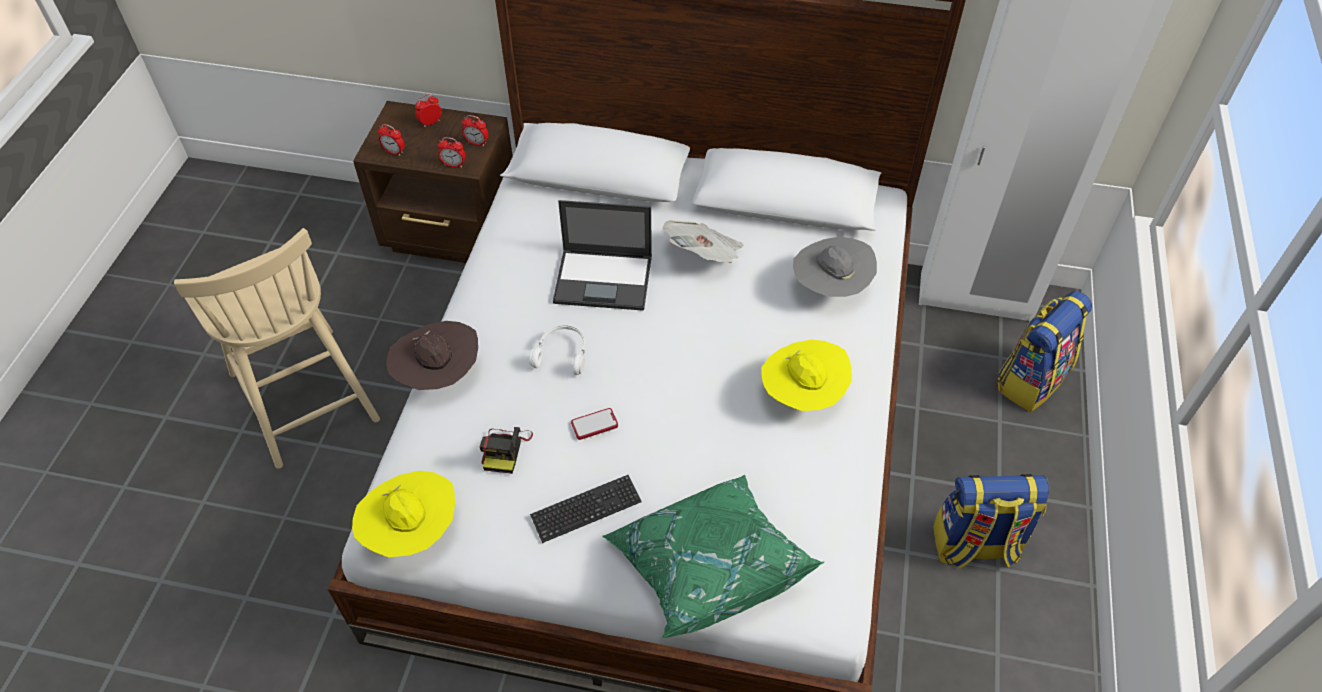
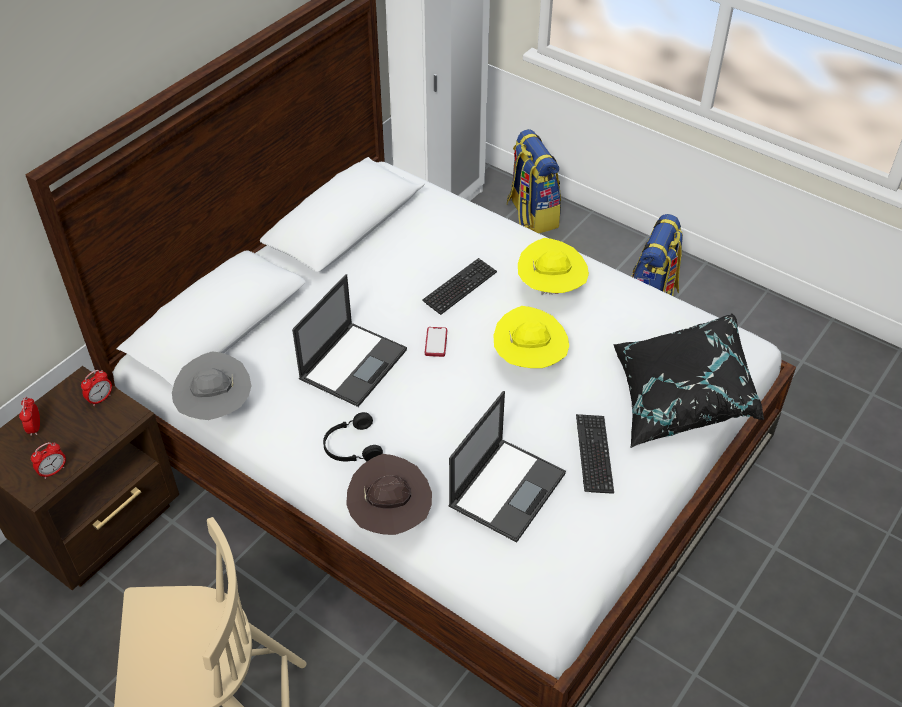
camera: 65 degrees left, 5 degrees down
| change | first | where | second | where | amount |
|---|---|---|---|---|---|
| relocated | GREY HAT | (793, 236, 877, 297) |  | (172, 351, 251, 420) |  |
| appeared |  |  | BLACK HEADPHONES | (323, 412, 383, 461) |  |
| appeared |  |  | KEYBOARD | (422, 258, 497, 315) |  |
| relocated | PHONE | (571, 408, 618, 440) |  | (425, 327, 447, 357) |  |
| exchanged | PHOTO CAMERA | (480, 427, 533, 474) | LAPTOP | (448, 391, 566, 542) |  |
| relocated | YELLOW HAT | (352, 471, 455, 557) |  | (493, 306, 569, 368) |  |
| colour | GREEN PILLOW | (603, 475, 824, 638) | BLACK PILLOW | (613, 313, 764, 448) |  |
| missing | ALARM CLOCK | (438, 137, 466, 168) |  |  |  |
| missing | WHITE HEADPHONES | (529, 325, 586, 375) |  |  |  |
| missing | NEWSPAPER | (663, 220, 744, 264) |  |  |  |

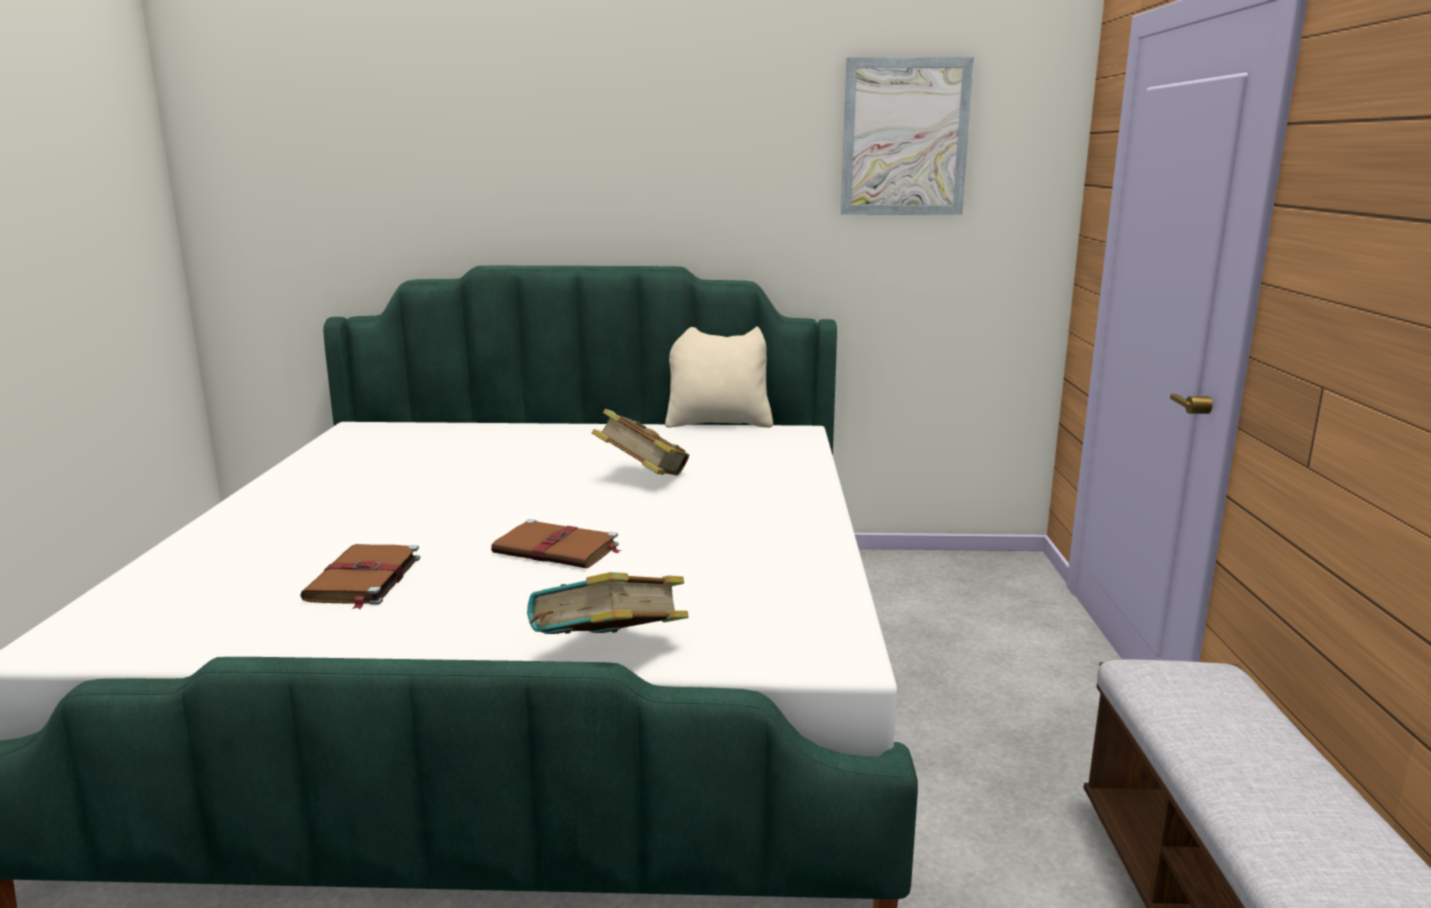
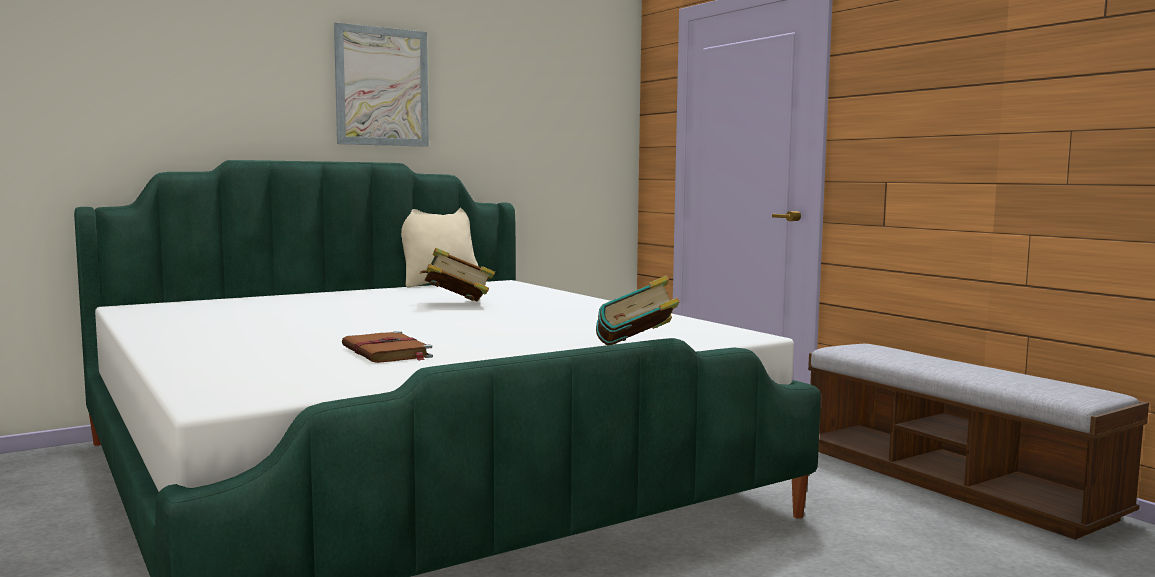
camera: 35 degrees left, 10 degrees down
| change | first | where | second | where | amount |
|---|---|---|---|---|---|
| relocated | PICTURE | (841, 57, 974, 215) |  | (334, 23, 429, 147) |  |
| missing | BROWN BOOK | (491, 519, 622, 568) |  |  |  |

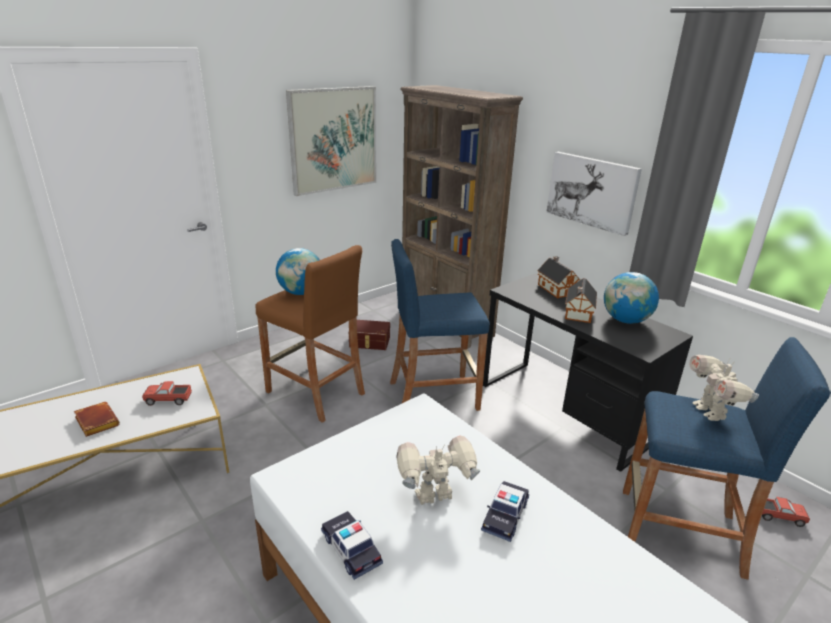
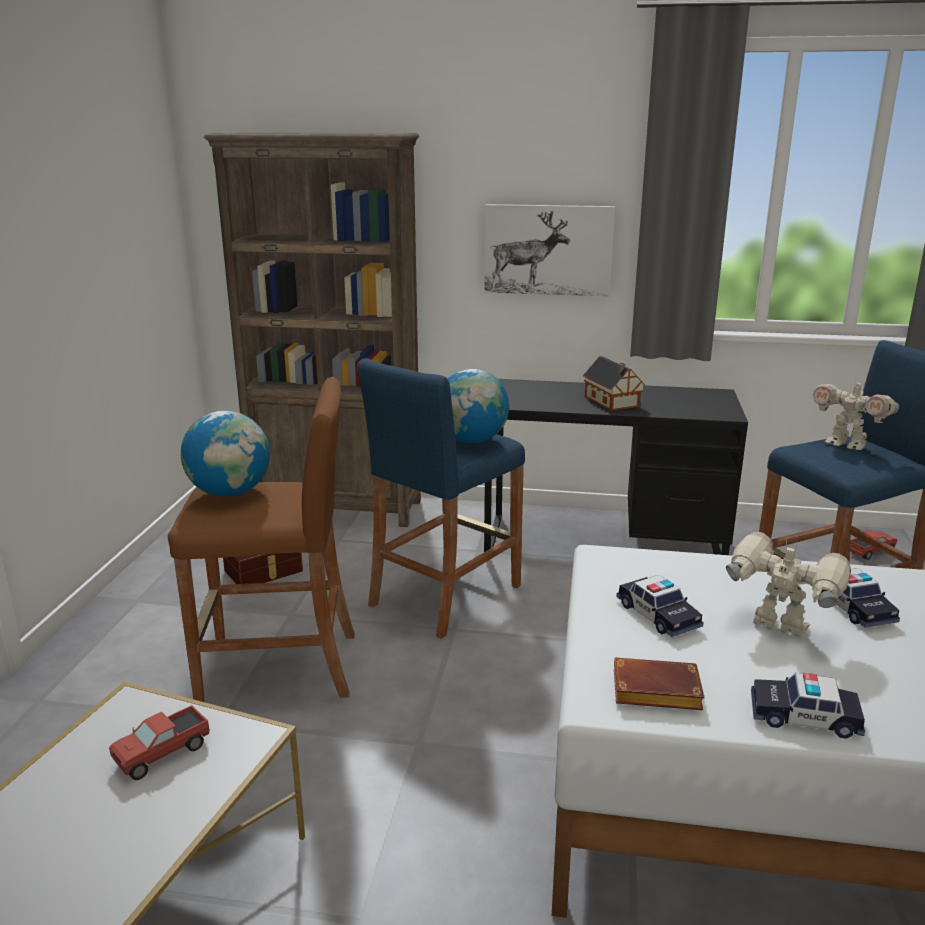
camera: 40 degrees left, 5 degrees down
| change | first | where | second | where | amount |
|---|---|---|---|---|---|
| relocated | GLOBE | (604, 272, 659, 324) |  | (448, 369, 509, 443) |  |
| relocated | BROWN BOOK | (74, 402, 120, 437) |  | (614, 658, 705, 710) |  |
| appeared |  |  | TOY CAR | (616, 575, 704, 637) |  |
| spun | TOY ROBOT | (396, 436, 480, 505) |  | (726, 532, 851, 637) | 90 degrees clockwise |
| missing | PICTURE | (286, 86, 376, 196) |  |  |  |
| missing | TOY HOUSE | (537, 256, 580, 298) |  |  |  |

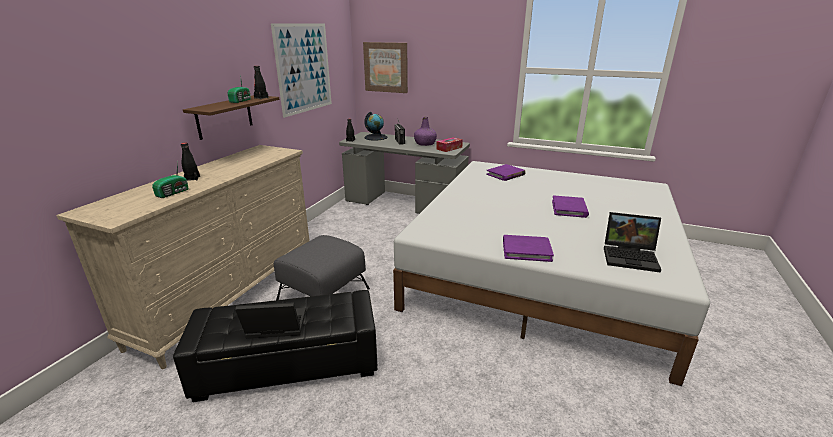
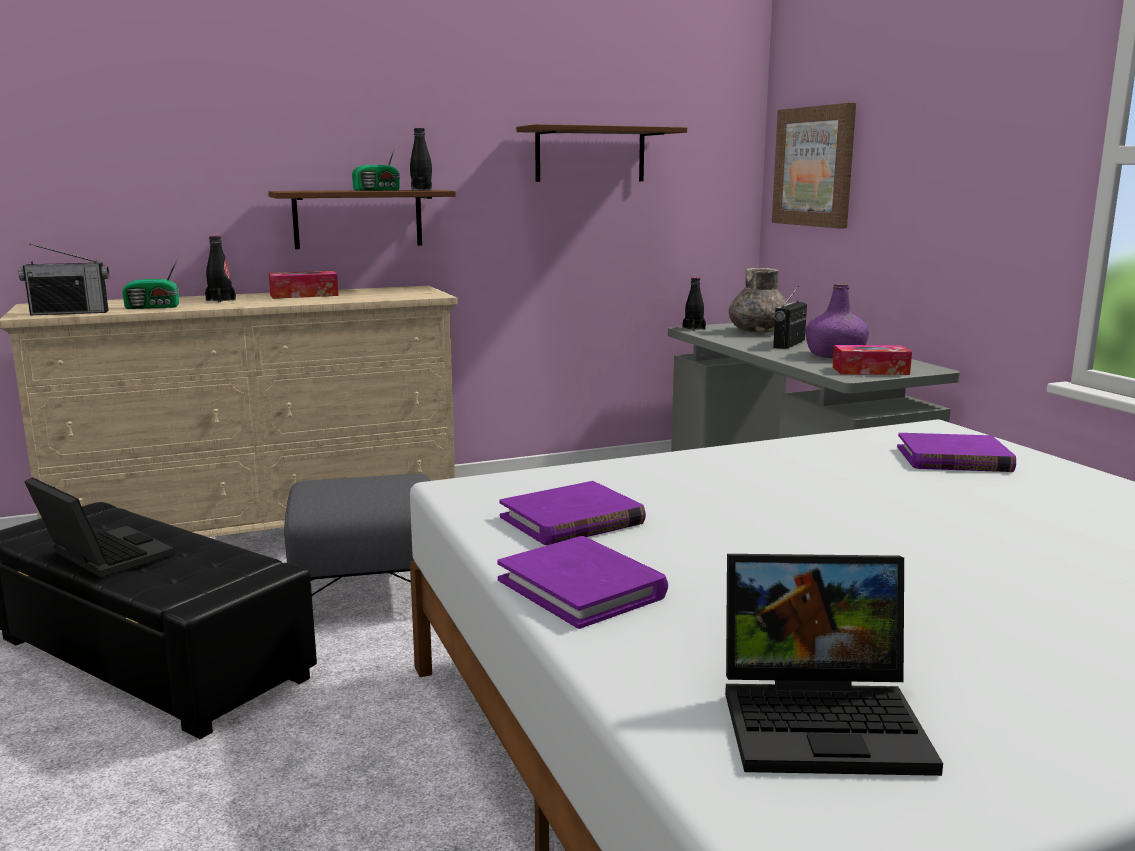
camera: 45 degrees right, 10 degrees down
| change | first | where | second | where | amount |
|---|---|---|---|---|---|
| appeared |  |  | RADIO | (18, 243, 109, 315) |  |
| appeared |  |  | TISSUE BOX | (268, 271, 339, 299) |  |
| relocated | PURPLE BOOK | (552, 195, 589, 218) |  | (500, 481, 646, 545) |  |
| exchanged | PICTURE | (271, 23, 332, 118) | BROWN SHELF | (517, 124, 687, 182) |  |
| spun | LAPTOP | (604, 212, 661, 273) |  | (725, 554, 943, 776) | 60 degrees counterclockwise |
| exchanged | GLOBE | (364, 112, 387, 141) | GREY VASE | (729, 268, 788, 333) |  |

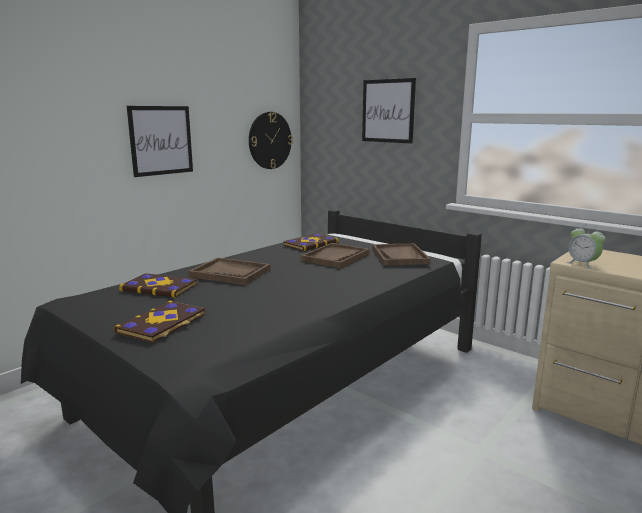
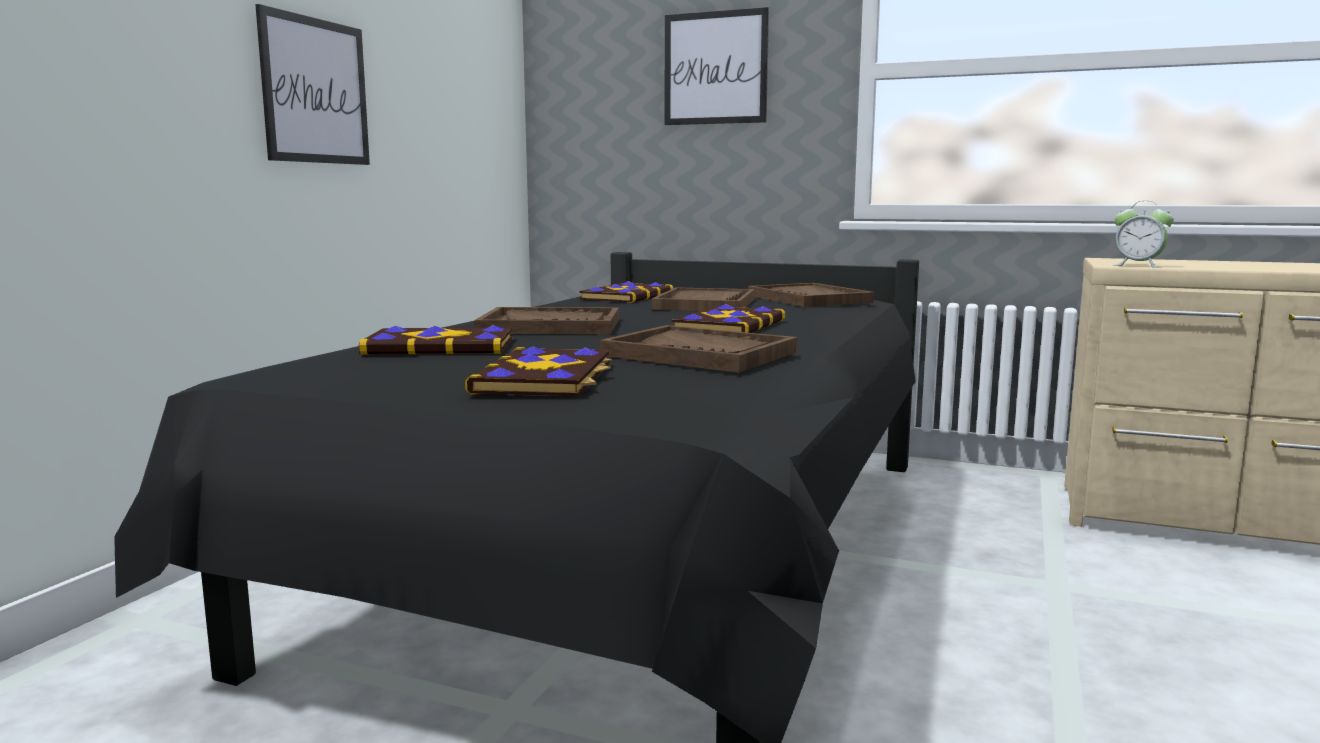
camera: 20 degrees left, 5 degrees down
| change | first | where | second | where | amount |
|---|---|---|---|---|---|
| appeared |  |  | BROWN TRAY | (600, 325, 797, 372) |  |
| appeared |  |  | BOOK | (672, 304, 785, 333) |  |
| missing | WALL CLOCK | (249, 112, 293, 169) |  |  |  |

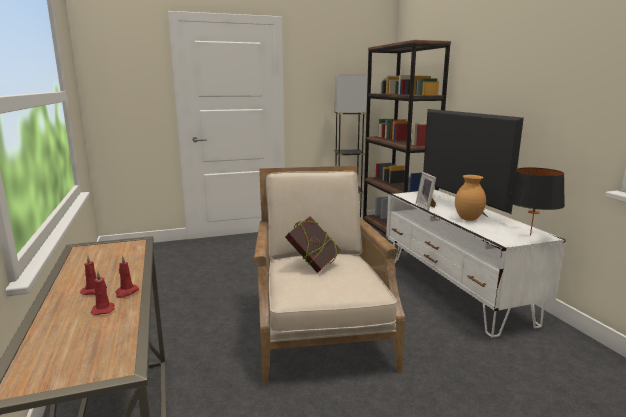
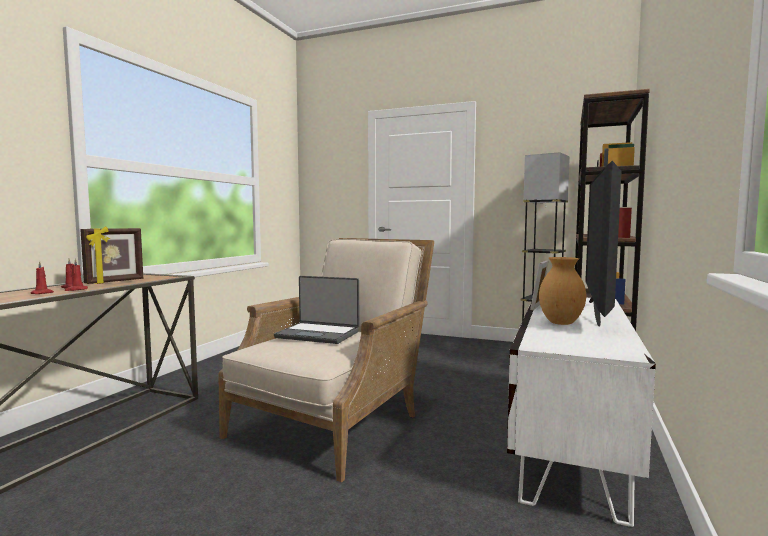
camera: 40 degrees right, 10 degrees down
| change | first | where | second | where | amount |
|---|---|---|---|---|---|
| appeared |  |  | PICTURE FRAME | (80, 226, 143, 284) |  |
| exchanged | BOOK | (285, 216, 342, 273) | LAPTOP | (274, 276, 359, 344) |  |
| missing | BLACK TABLE LAMP | (507, 167, 565, 235) |  |  |  |

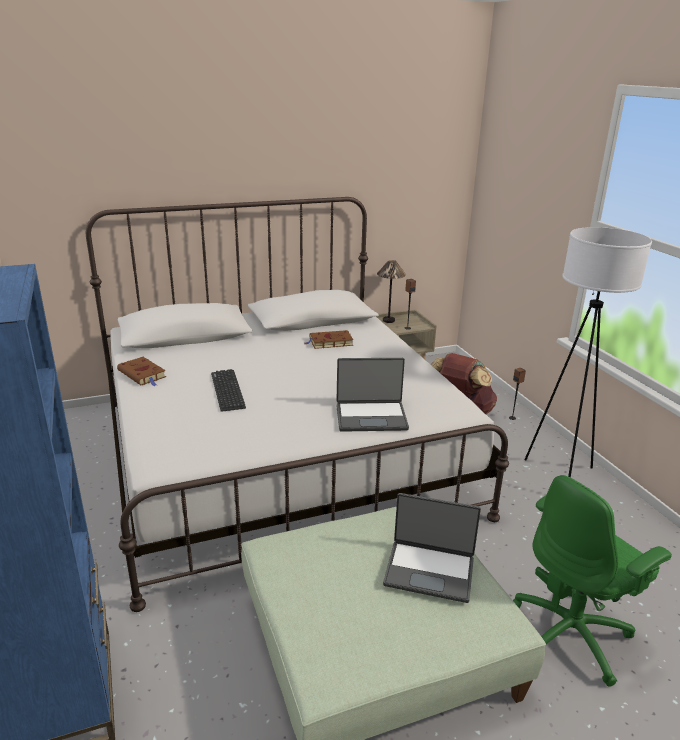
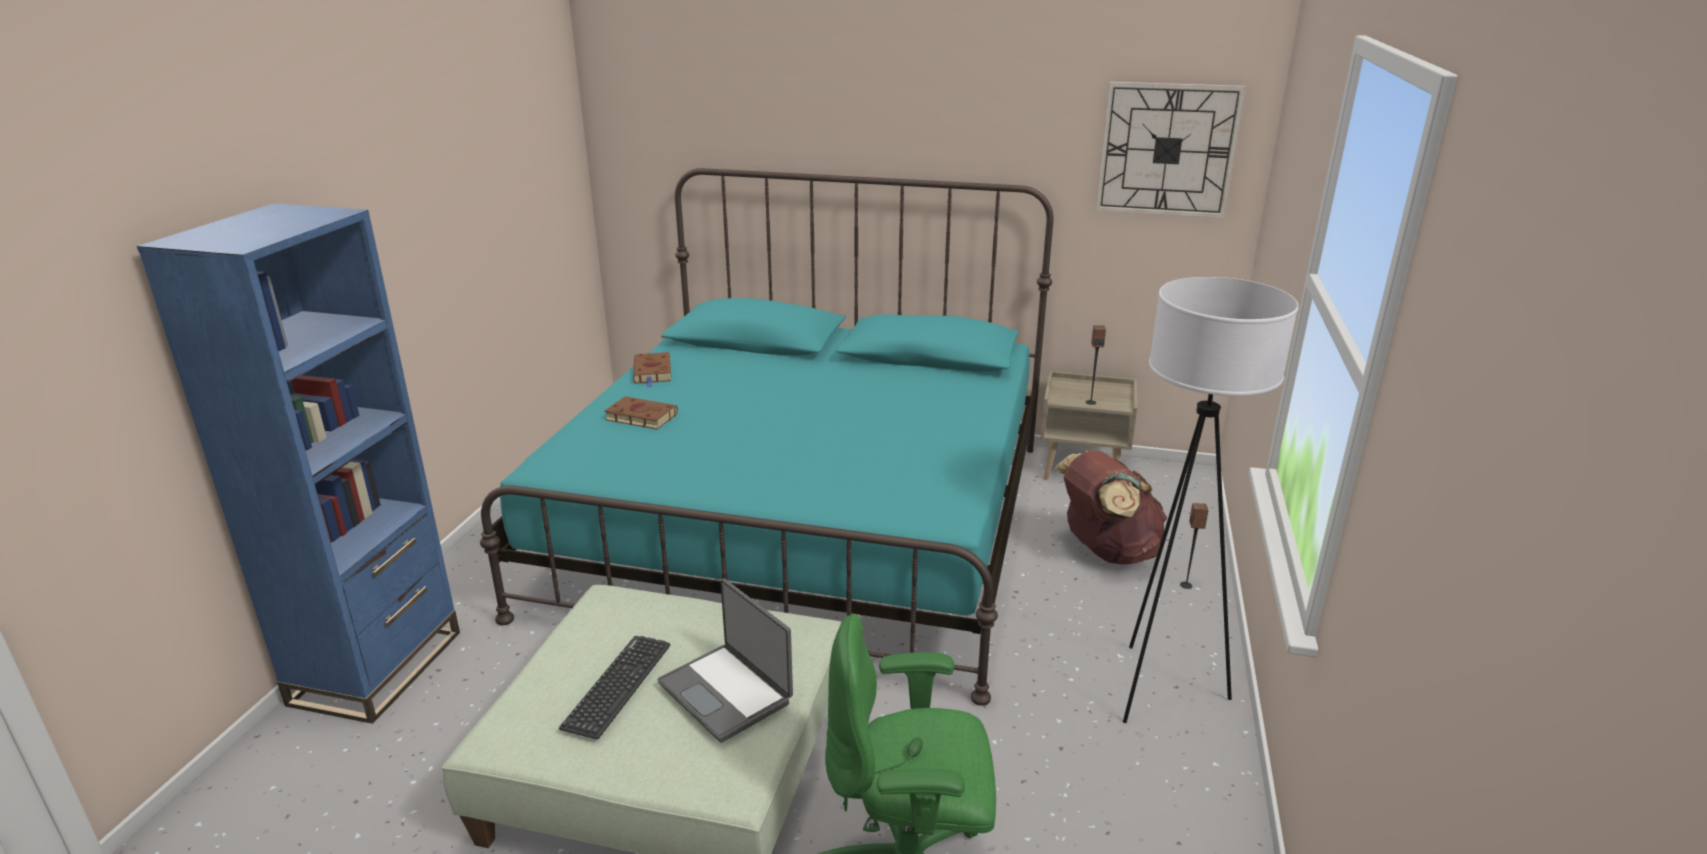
camera: 35 degrees right, 0 degrees up
| change | first | where | second | where | amount |
|---|---|---|---|---|---|
| colour | WHITE BED | (86, 197, 509, 612) | TURQUOISE BED | (480, 168, 1053, 706) |  |
| relocated | KEYBOARD | (211, 369, 246, 412) |  | (559, 636, 670, 739) |  |
| relocated | BROWN BOOK | (304, 330, 353, 349) |  | (604, 396, 678, 430) |  |
| appeared |  |  | WALL CLOCK | (1095, 82, 1246, 218) |  |
| missing | LAPTOP | (336, 358, 409, 432) |  |  |  |
| missing | TABLE LAMP | (377, 260, 406, 323) |  |  |  |

